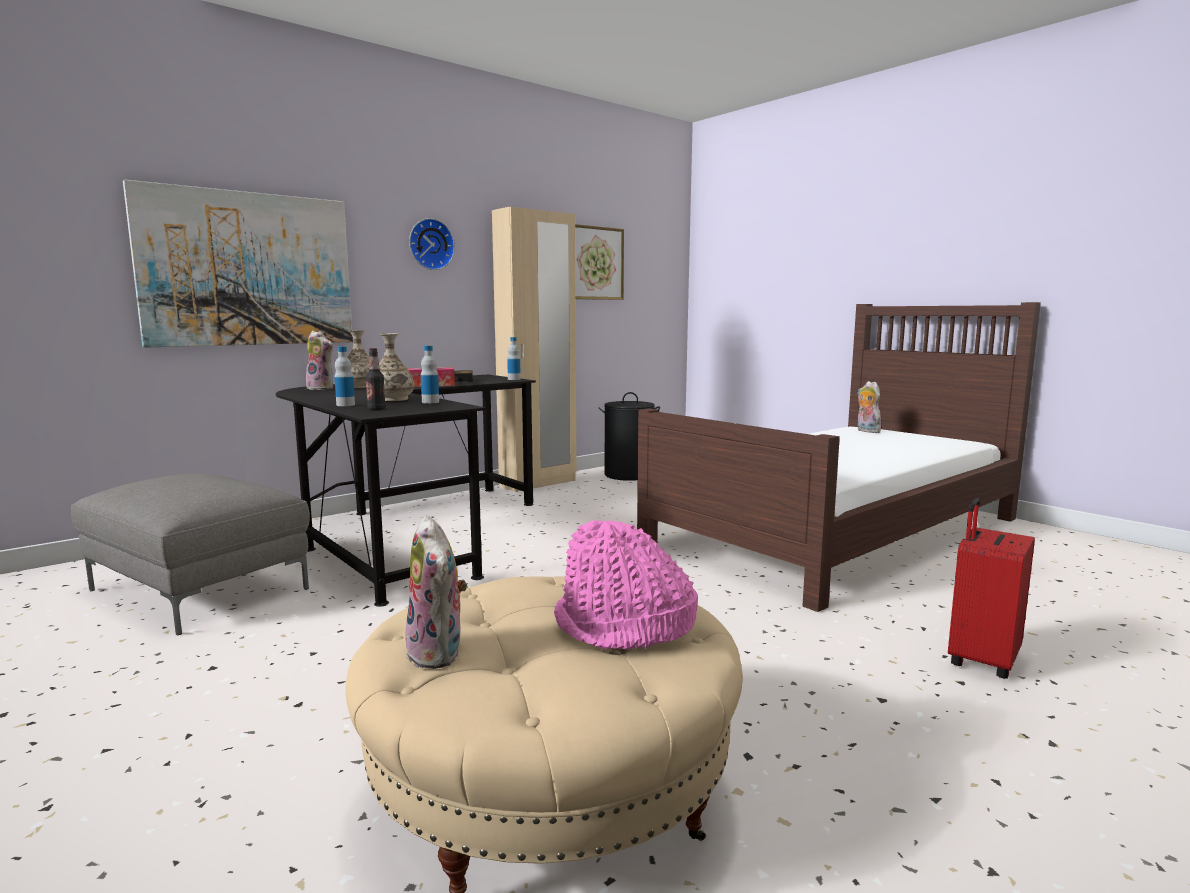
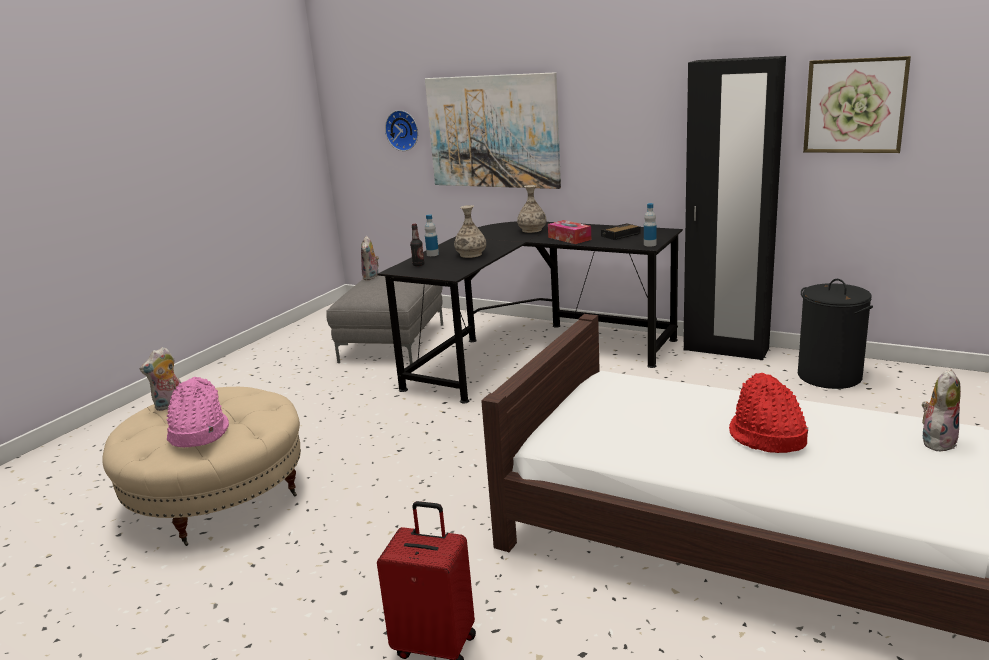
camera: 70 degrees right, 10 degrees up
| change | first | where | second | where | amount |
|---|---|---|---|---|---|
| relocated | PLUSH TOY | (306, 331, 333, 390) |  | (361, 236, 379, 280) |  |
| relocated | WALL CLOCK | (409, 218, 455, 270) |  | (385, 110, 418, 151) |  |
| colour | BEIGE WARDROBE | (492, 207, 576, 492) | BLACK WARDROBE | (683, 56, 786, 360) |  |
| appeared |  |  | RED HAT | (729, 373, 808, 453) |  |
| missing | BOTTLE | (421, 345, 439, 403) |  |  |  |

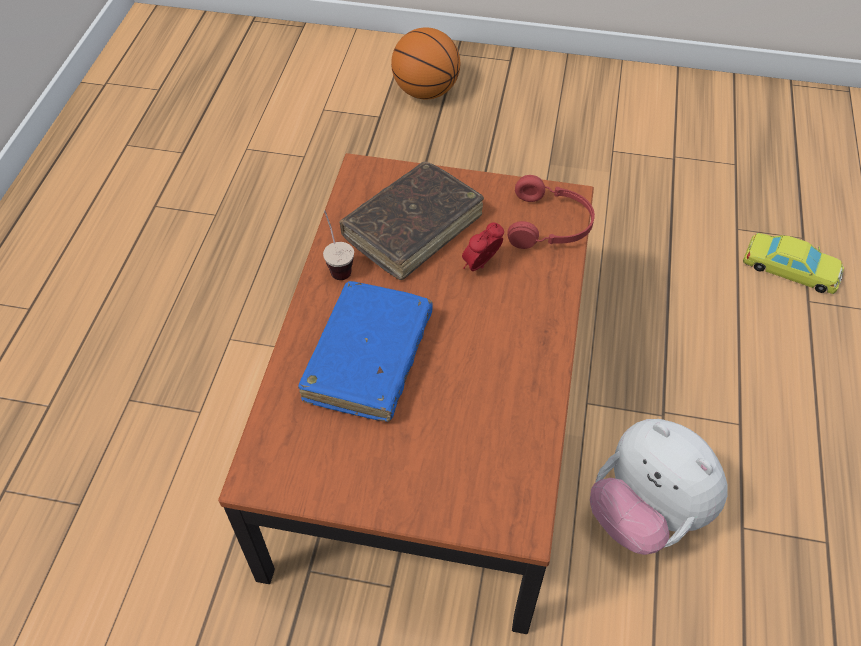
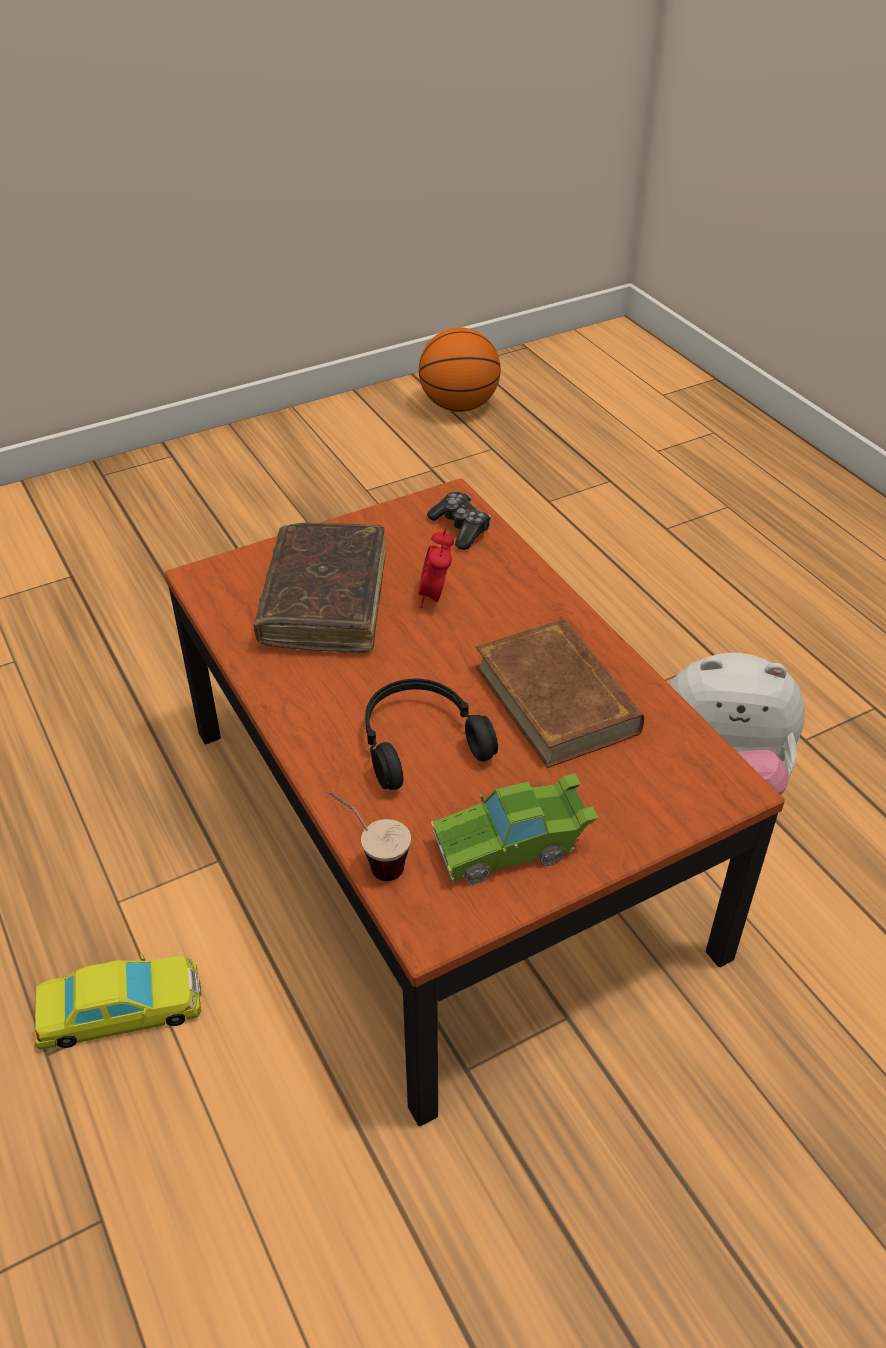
camera: 40 degrees left, 10 degrees down
| change | first | where | second | where | amount |
|---|---|---|---|---|---|
| relocated | YELLOW TOY CAR | (743, 233, 844, 294) |  | (35, 954, 201, 1049) |  |
| relocated | CUP | (323, 210, 354, 280) |  | (328, 791, 411, 881) |  |
| exchanged | BLUE BOOK | (298, 281, 433, 422) | BLACK HEADPHONES | (365, 679, 498, 790) |  |
| relocated | BASKETBALL | (391, 27, 460, 99) |  | (419, 327, 501, 412) |  |
| exchanged | RED HEADPHONES | (507, 175, 595, 249) | GAME CONTROLLER | (427, 492, 491, 550) |  |
| appeared |  |  | GREEN TOY CAR | (431, 773, 598, 885) |  |
| appeared |  |  | BROWN BOOK | (475, 619, 644, 768) |  |

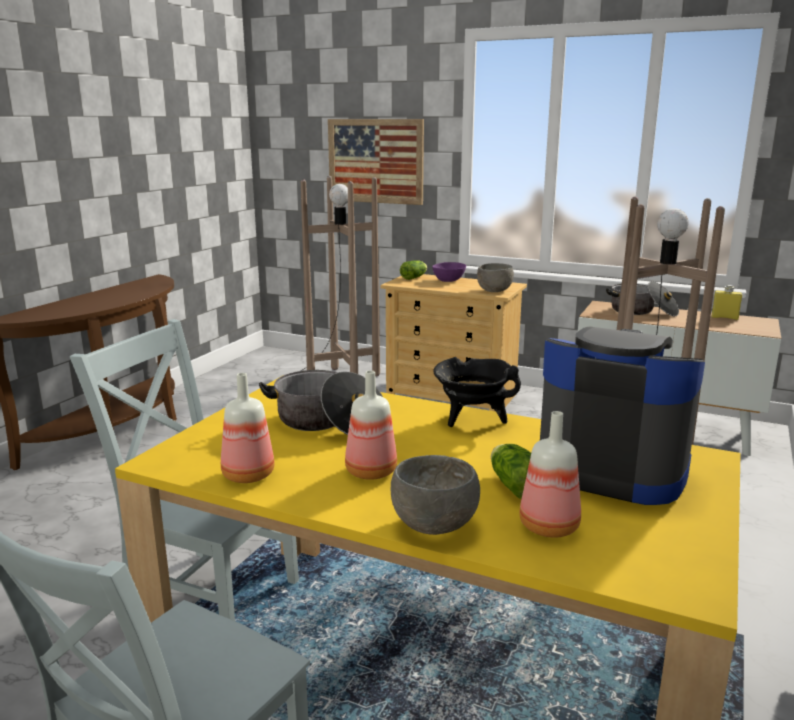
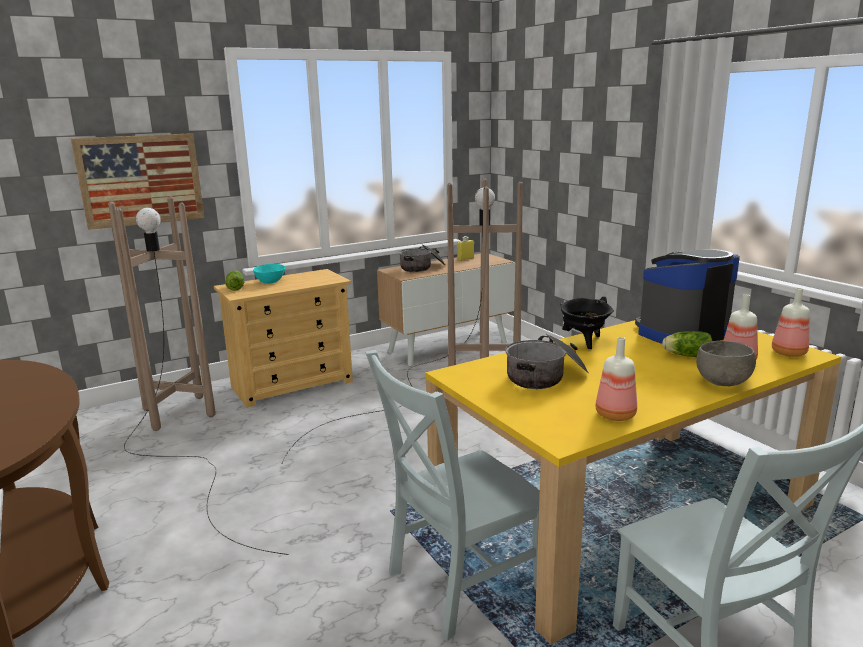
camera: 55 degrees left, 0 degrees up
| change | first | where | second | where | amount |
|---|---|---|---|---|---|
| colour | PURPLE BOWL | (432, 262, 466, 282) | TURQUOISE BOWL | (253, 264, 285, 284) |  |
| relocated | BOTTLE | (345, 370, 397, 480) |  | (772, 288, 810, 357) |  |
| missing | GREY BOWL | (477, 263, 514, 292) |  |  |  |

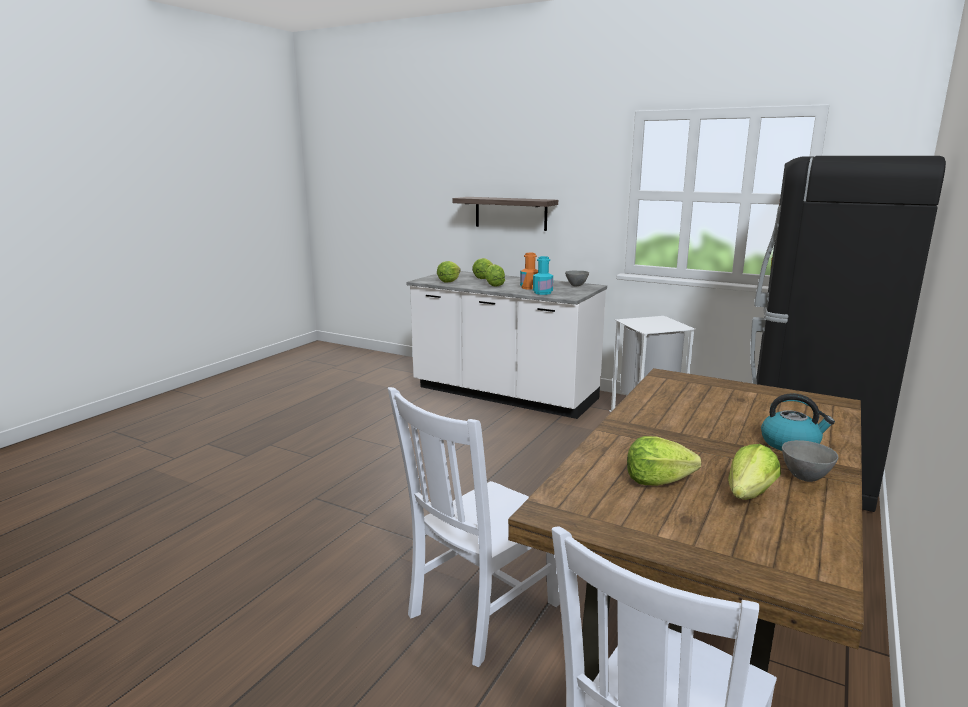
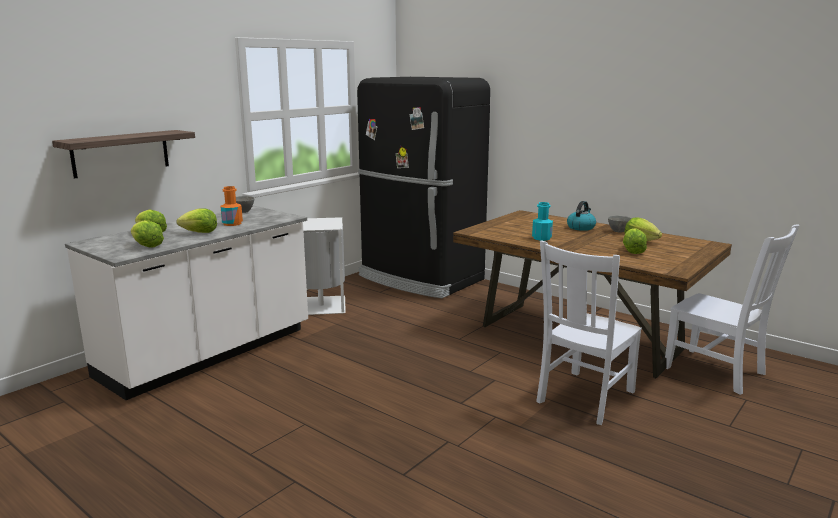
camera: 80 degrees left, 0 degrees up
| change | first | where | second | where | amount |
|---|---|---|---|---|---|
| relocated | TURQUOISE BOTTLE | (533, 256, 553, 295) |  | (532, 202, 553, 241) |  |
| spun | WHITE CHAIR | (388, 387, 560, 667) |  | (536, 240, 642, 425) | 75 degrees clockwise |

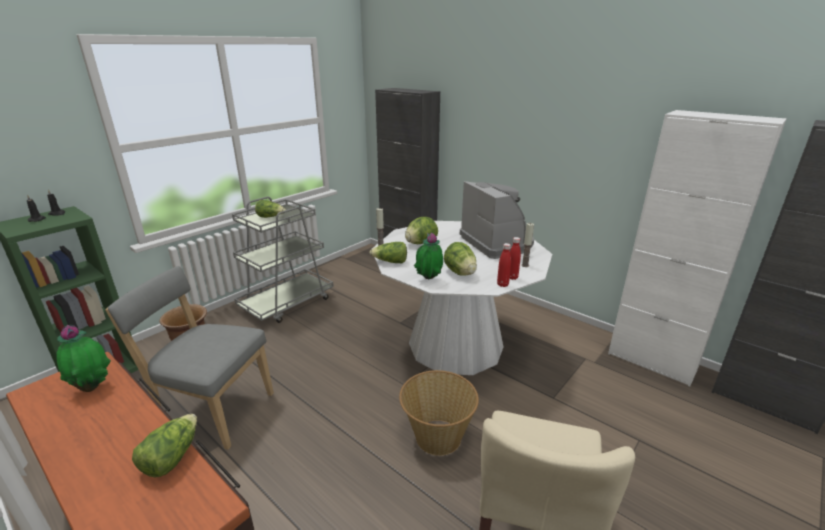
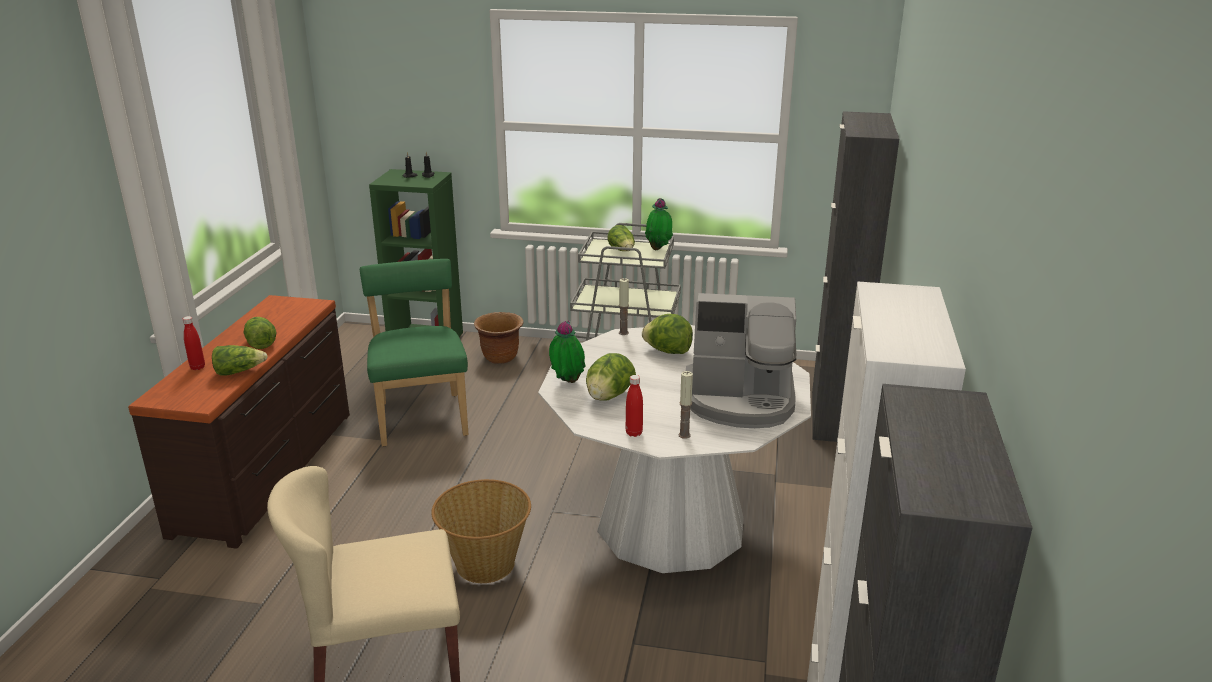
camera: 60 degrees right, 0 degrees up
| change | first | where | second | where | amount |
|---|---|---|---|---|---|
| relocated | RED BOTTLE | (497, 243, 511, 287) |  | (183, 316, 205, 370) |  |
| relocated | LETTUCE | (369, 242, 407, 263) |  | (243, 317, 277, 349) |  |
| colour | GREY CHAIR | (105, 266, 274, 450) | GREEN CHAIR | (360, 259, 469, 446) |  |
| relocated | POTTED PLANT | (56, 325, 111, 392) |  | (645, 198, 673, 250) |  |
| spun | COFFEE MACHINE | (460, 181, 534, 259) |  | (686, 293, 796, 428) | 60 degrees clockwise |

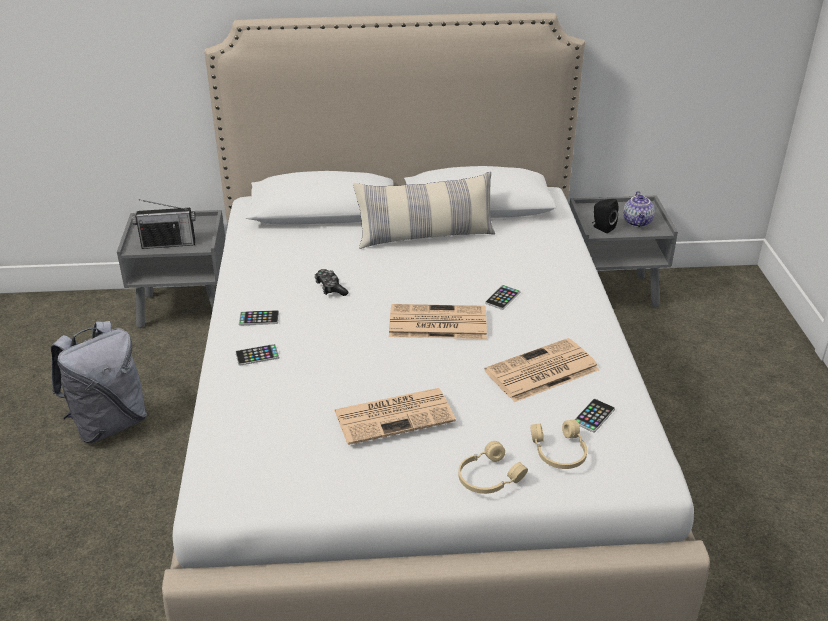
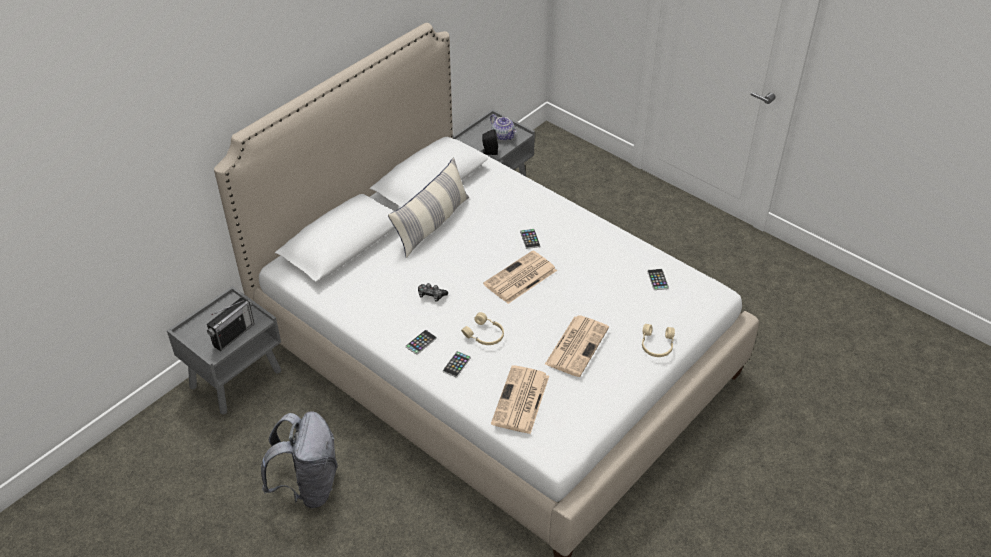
camera: 45 degrees left, 10 degrees up
| change | first | where | second | where | amount |
|---|---|---|---|---|---|
| relocated | BEIGE HEADPHONES | (530, 420, 587, 469) |  | (461, 312, 504, 345) |  |
| relocated | NEWSPAPER | (484, 338, 599, 402) |  | (491, 365, 549, 434) |  |

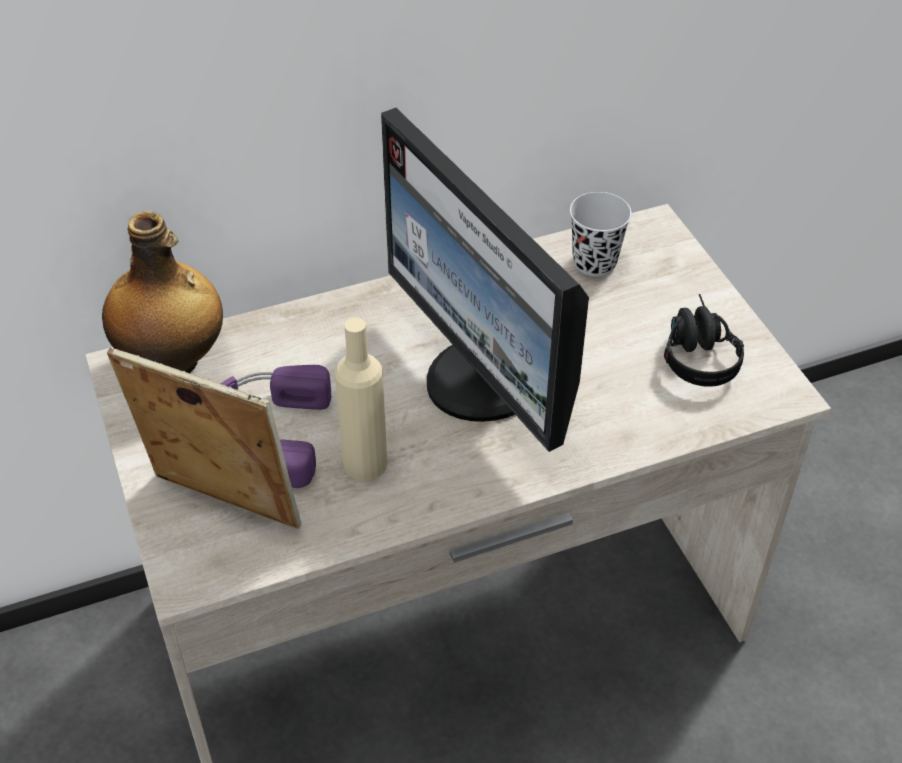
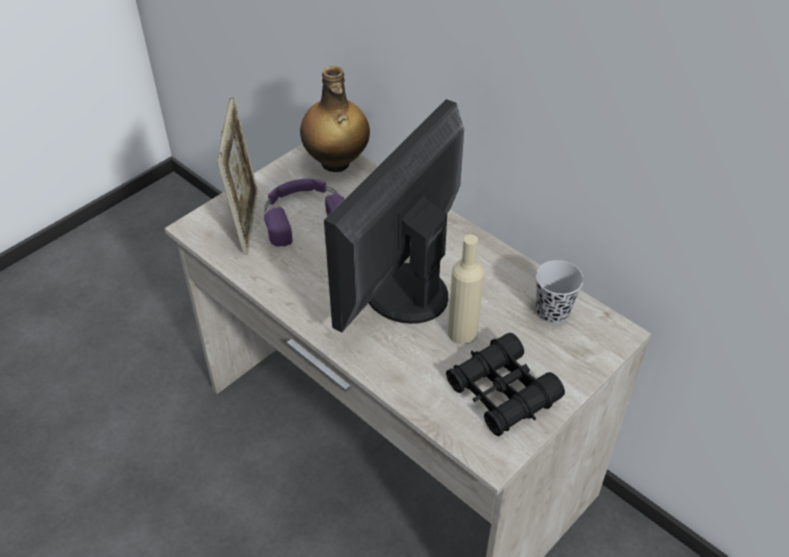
camera: 65 degrees right, 0 degrees up
| change | first | where | second | where | amount |
|---|---|---|---|---|---|
| exchanged | BLACK HEADPHONES | (664, 294, 744, 387) | BLACK BINOCULARS | (446, 333, 565, 436) |  |
| relocated | BEIGE BOTTLE | (334, 317, 388, 481) |  | (448, 235, 484, 345) |  |

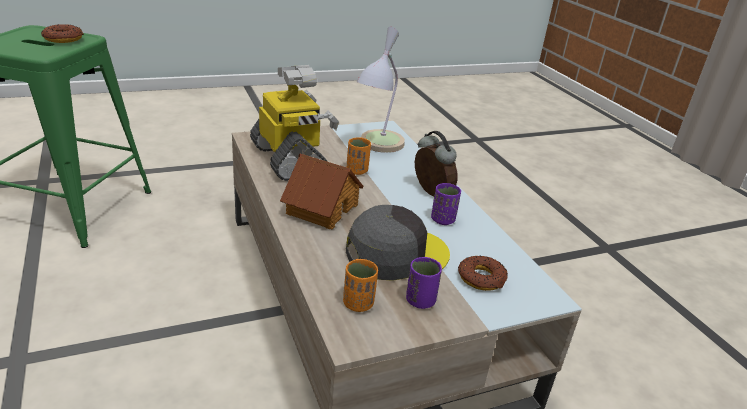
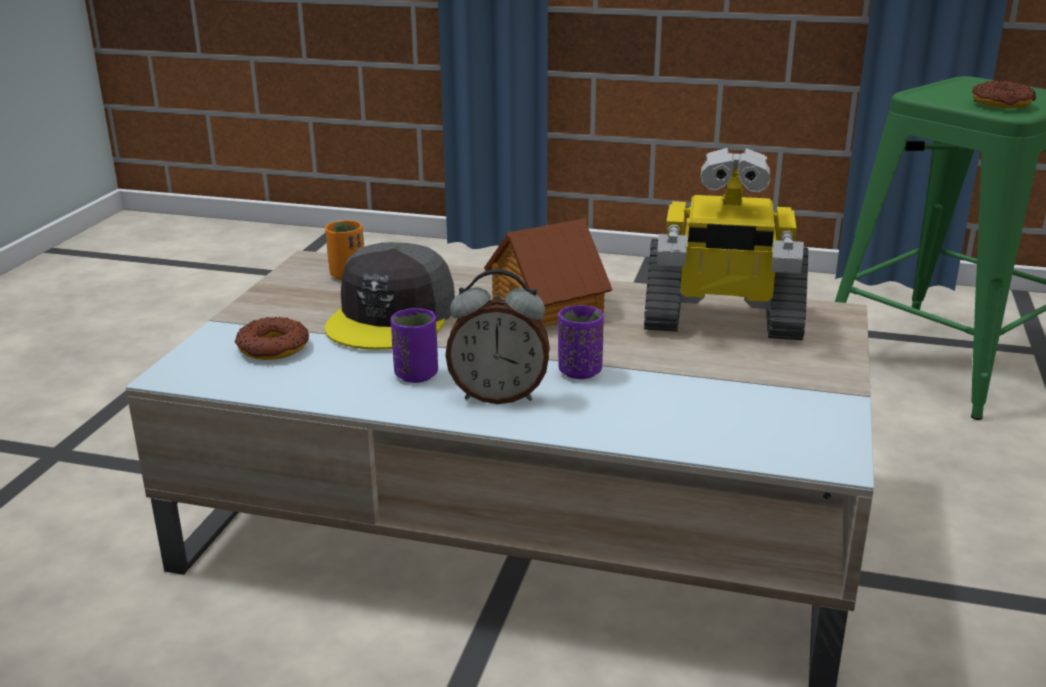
camera: 130 degrees right, 5 degrees down
| change | first | where | second | where | amount |
|---|---|---|---|---|---|
| relocated | PURPLE CUP | (406, 257, 442, 309) |  | (558, 305, 604, 379) |  |
| missing | ORANGE CUP | (347, 137, 371, 175) |  |  |  |
| missing | TABLE LAMP | (357, 26, 405, 153) |  |  |  |

